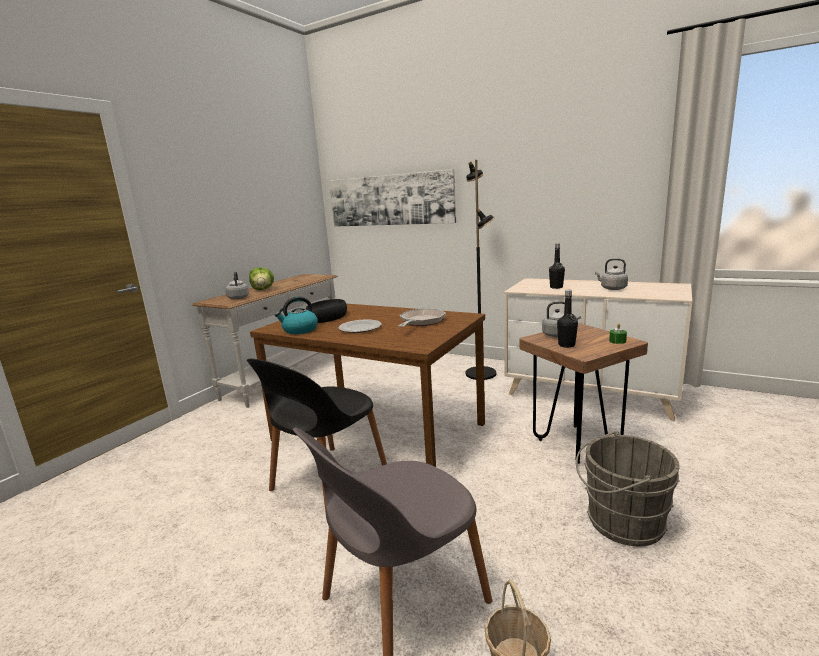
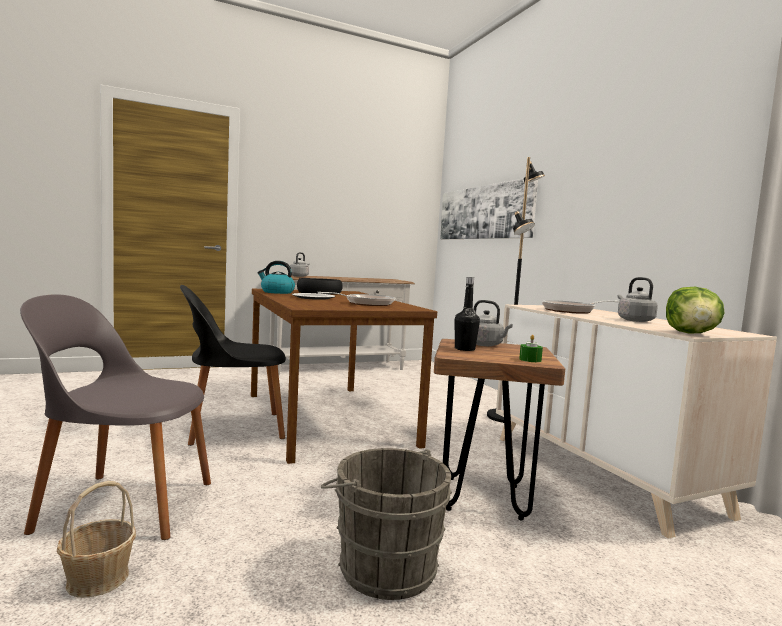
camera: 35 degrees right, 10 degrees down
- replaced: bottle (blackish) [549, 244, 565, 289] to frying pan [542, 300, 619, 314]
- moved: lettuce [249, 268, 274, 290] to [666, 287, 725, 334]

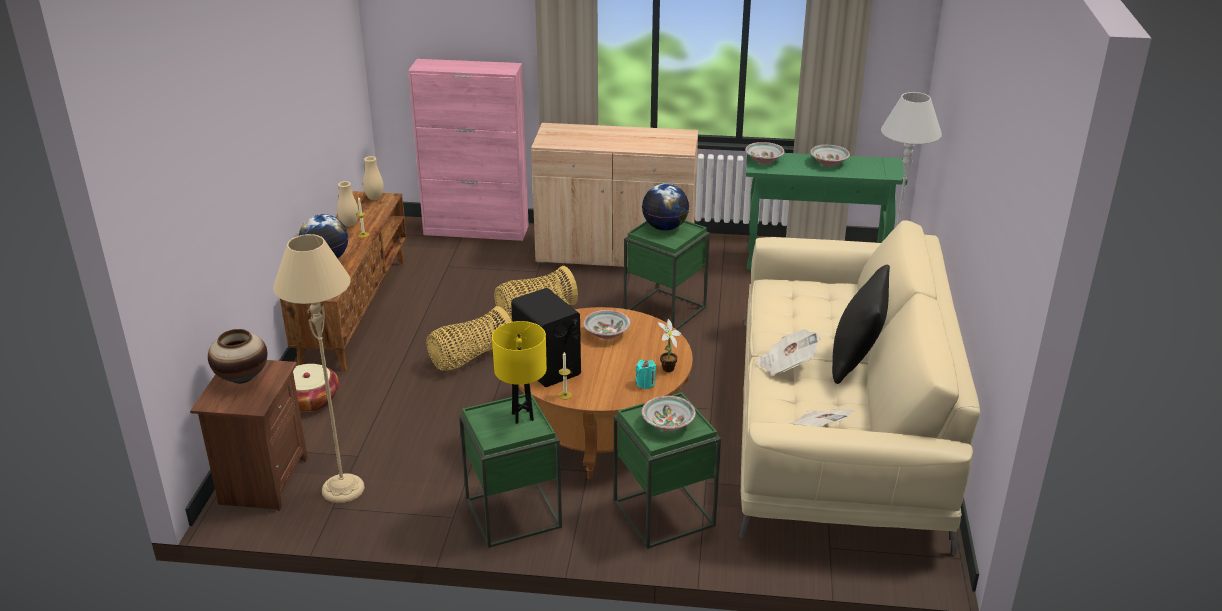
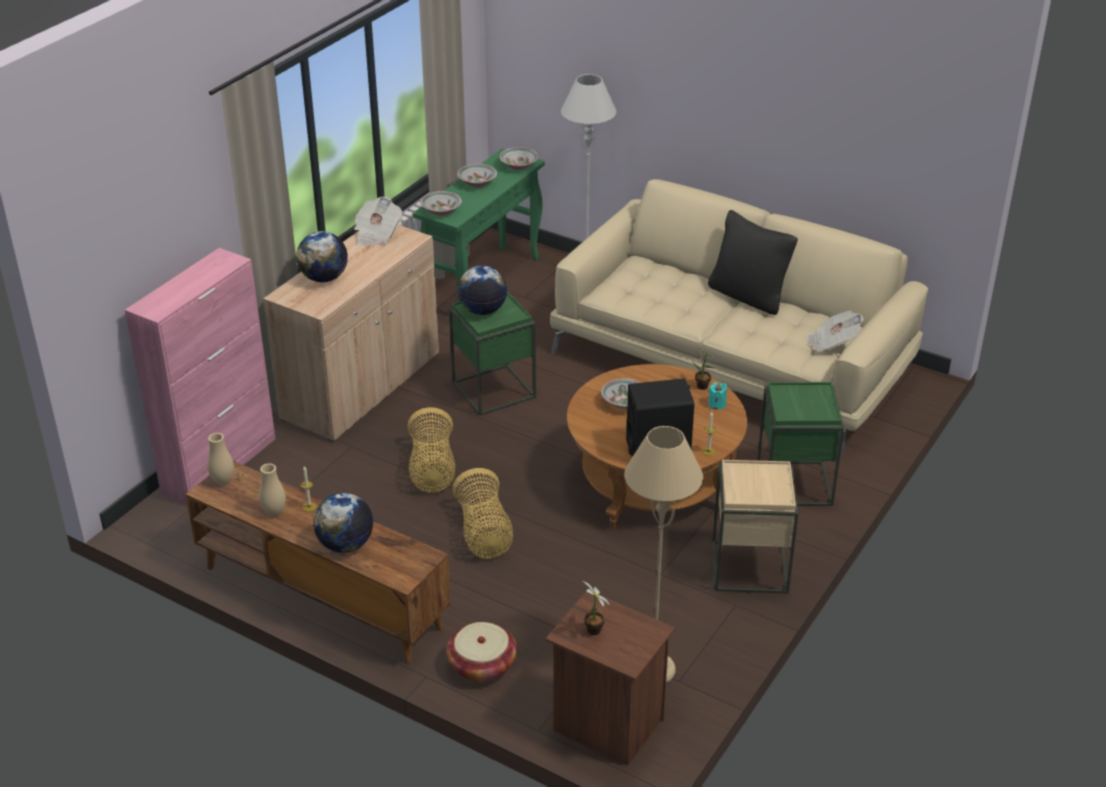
camera: 65 degrees left, 5 degrees up
- added: globe [296, 231, 348, 282]
- moved: daily paper [757, 329, 820, 375] to [354, 197, 403, 246]
- moved: bowl [641, 396, 696, 431] to [500, 147, 539, 170]
- replaced: decorative vase [208, 329, 267, 384] to potted plant [582, 580, 611, 635]
- recoloured: accent table (greenish) [459, 394, 562, 548] to accent table (beige-coloured) [712, 460, 798, 594]
- removed: table lamp (yellow-coloured) [492, 321, 547, 424]

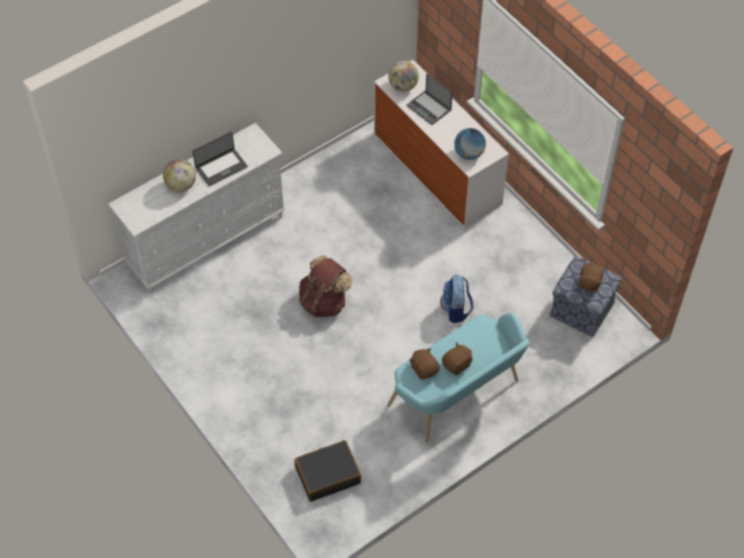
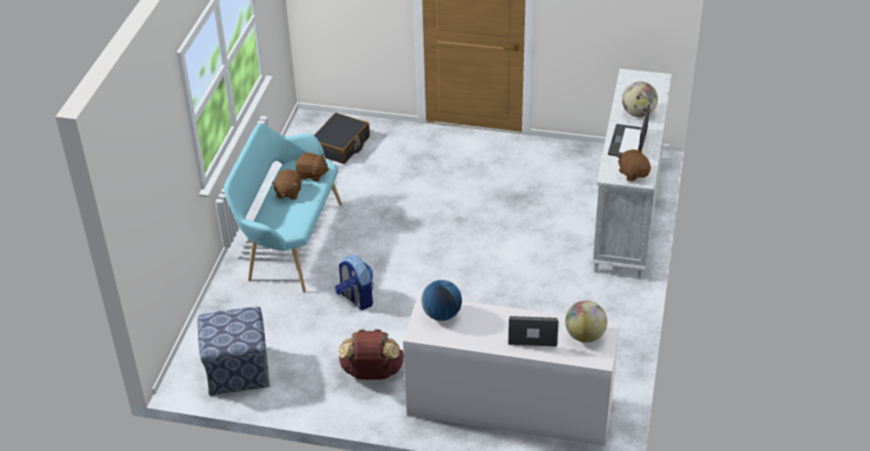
camera: 140 degrees right, 15 degrees down
- moved: backpack (brown) [299, 255, 353, 318] to [339, 329, 404, 380]
- moved: soft toy (brown) [579, 263, 603, 292] to [618, 149, 651, 181]

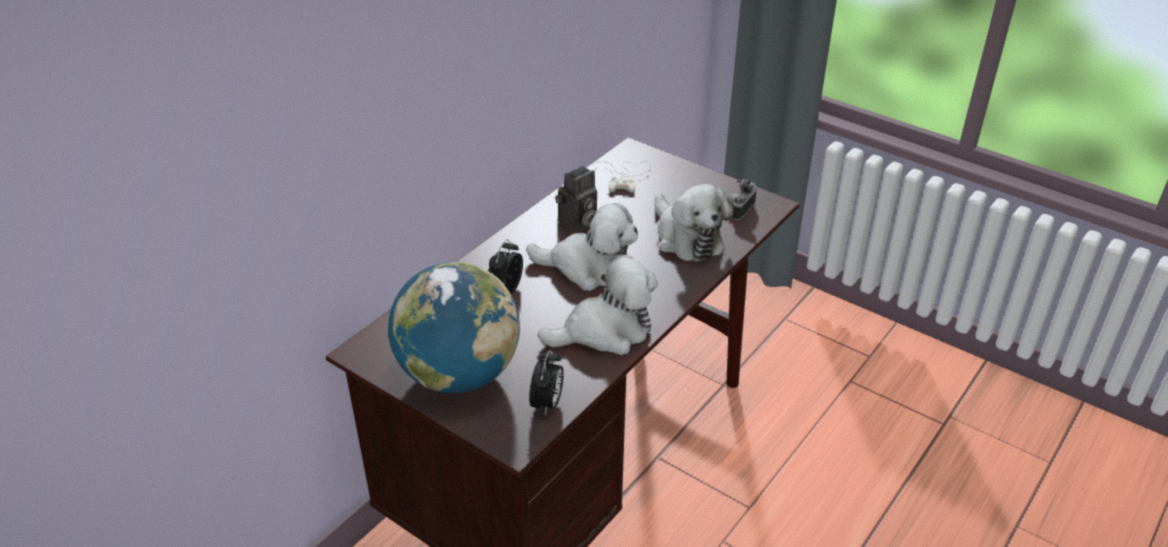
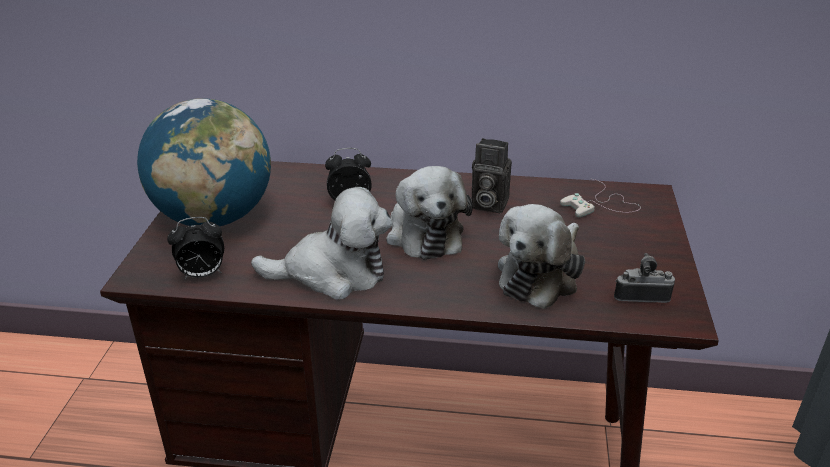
camera: 60 degrees right, 5 degrees down
- turned: soft toy [538, 255, 658, 355] = [251, 187, 392, 300] 45 degrees counterclockwise

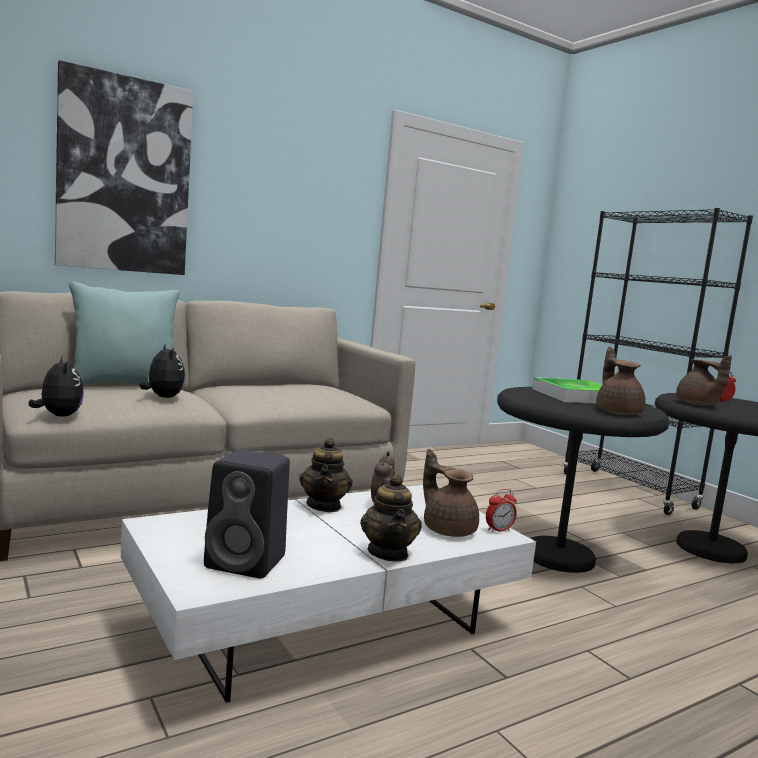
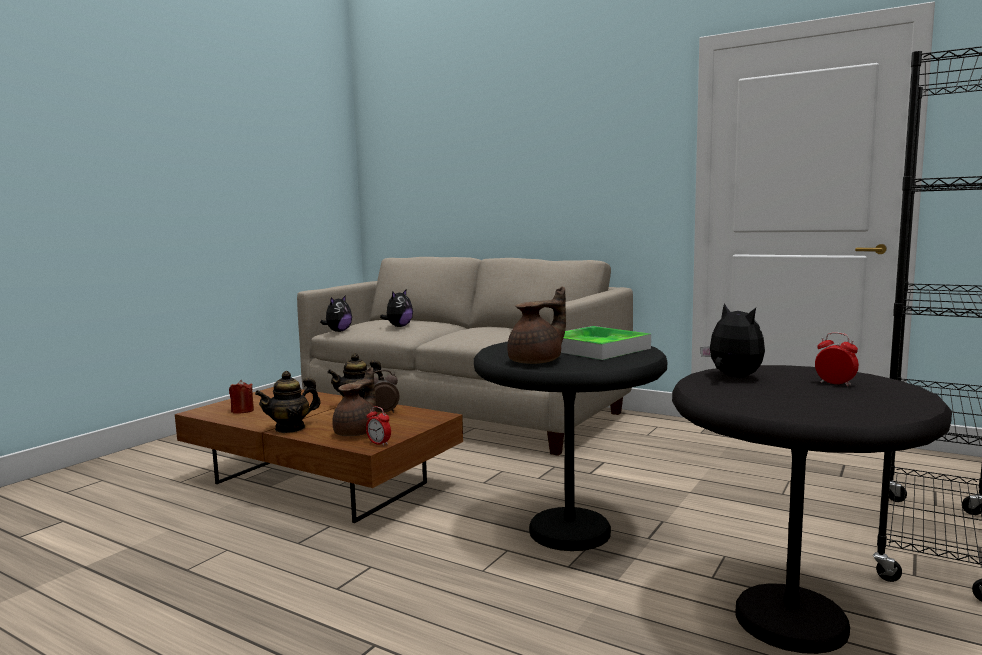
camera: 65 degrees right, 0 degrees up
- recoloured: lounge table (white-coloured) [121, 485, 536, 703] to lounge table (brown) [175, 387, 463, 523]
- replaced: audio speaker (blackish) [204, 450, 290, 578] to wax candle (red-coloured) [229, 380, 254, 413]
- replaced: teapot (brown) [676, 355, 732, 406] to soft toy [700, 303, 765, 377]
- removed: wall art [55, 60, 193, 275]
- removed: throw pillow (turquoise) [69, 281, 180, 385]

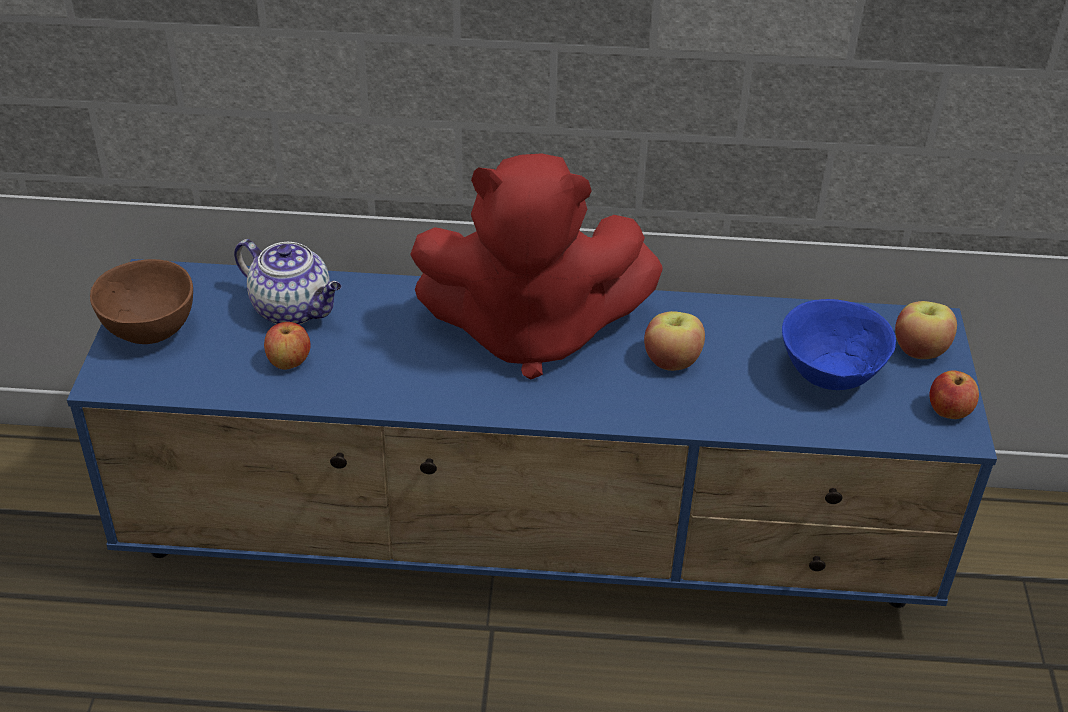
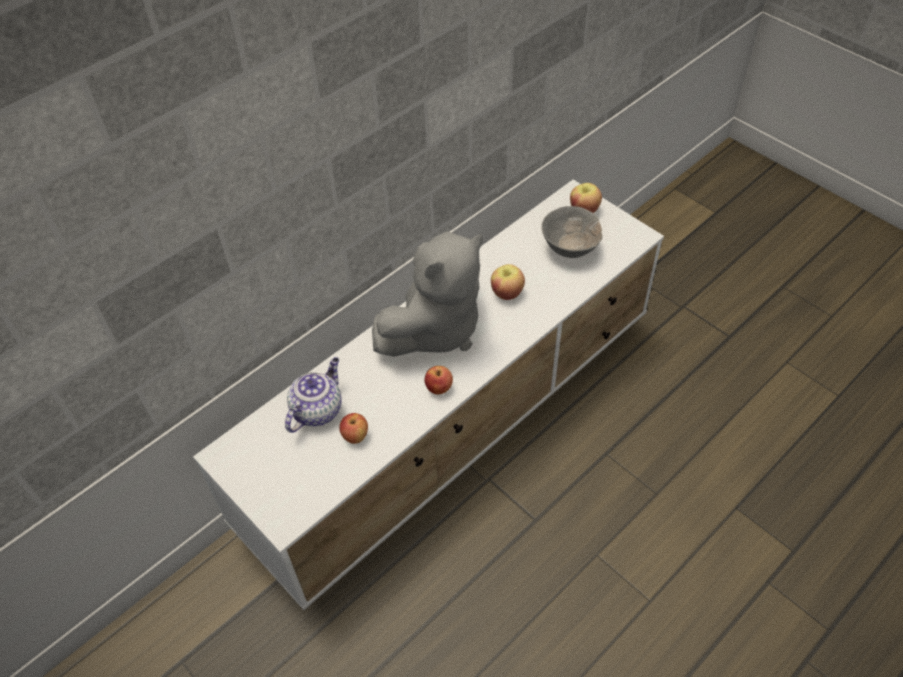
camera: 45 degrees left, 10 degrees up
- recoloured: media console (bluish) [67, 259, 997, 608] to media console (white-coloured) [193, 179, 664, 610]
- turned: teapot [234, 239, 342, 325] = [285, 357, 342, 433] 45 degrees counterclockwise
- recoloured: soft toy (red-coloured) [410, 153, 663, 380] to soft toy (greyish) [372, 232, 483, 357]
- moved: whole apple [929, 370, 979, 419] to [424, 366, 453, 395]
- recoloured: bowl (bluish) [782, 299, 896, 390] to bowl (greyish) [541, 206, 603, 258]
- removed: bowl (brown) [90, 259, 193, 344]

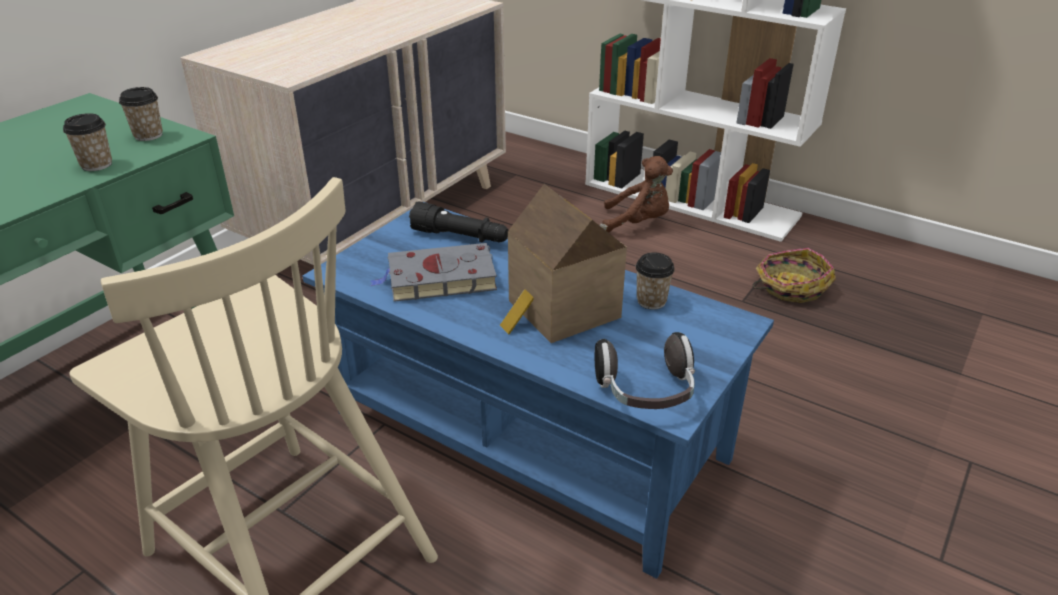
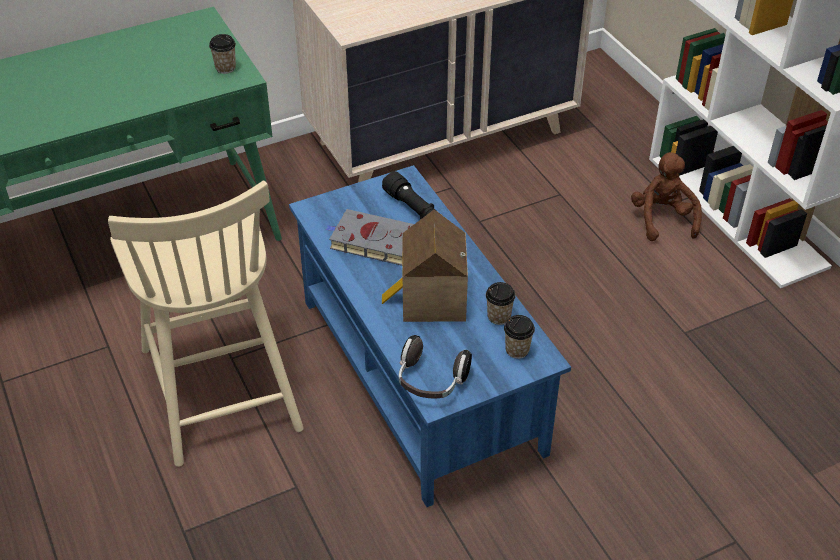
camera: 30 degrees right, 10 degrees up
- moved: small cup [63, 113, 112, 171] to [504, 315, 535, 359]
- turned: soft toy (brown) [602, 156, 673, 232] = [631, 152, 702, 241] 135 degrees counterclockwise
- removed: household basket [752, 248, 836, 303]

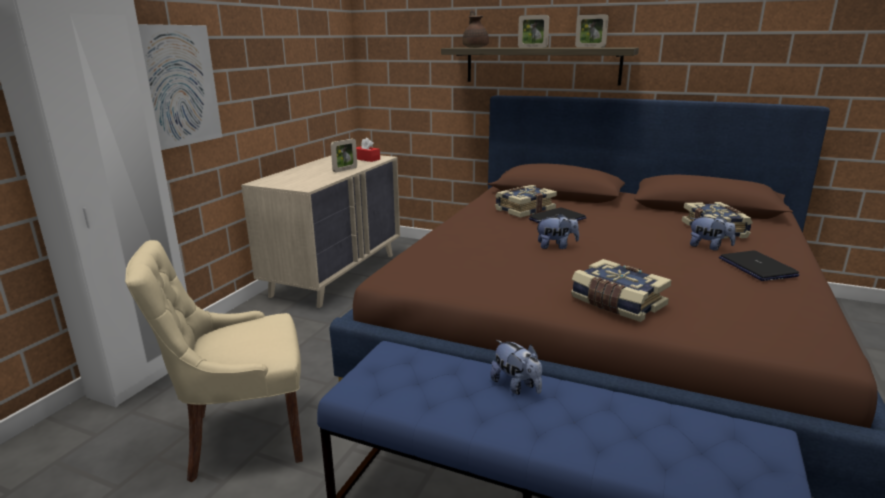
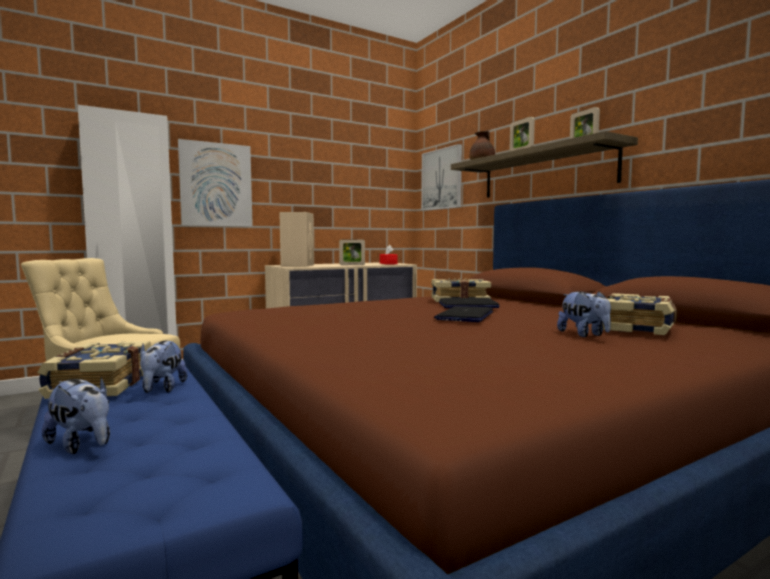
camera: 35 degrees right, 15 degrees down
- moved: volume [571, 259, 672, 322] to [37, 341, 151, 399]
- moved: soft toy [536, 213, 579, 249] to [42, 376, 110, 454]
- added: audio speaker (beige-coloured) [279, 212, 314, 267]
- added: wall art [421, 144, 462, 211]
- moved: notebook computer [719, 251, 799, 281] to [434, 306, 493, 322]

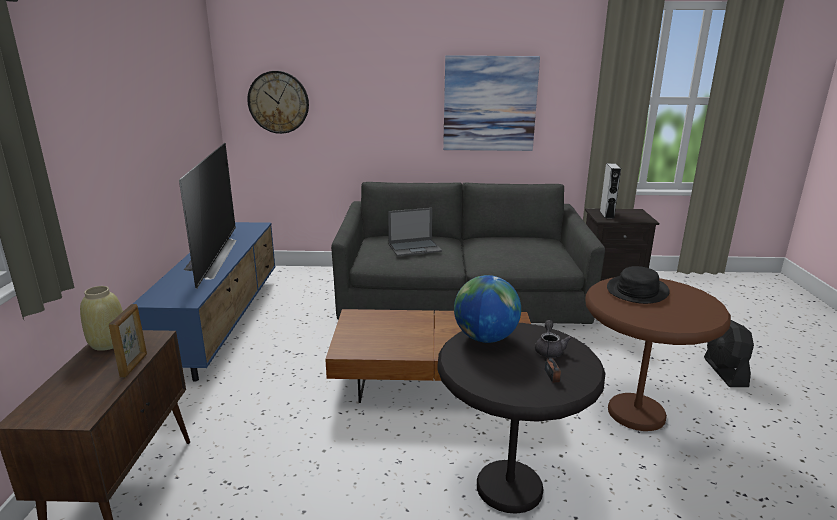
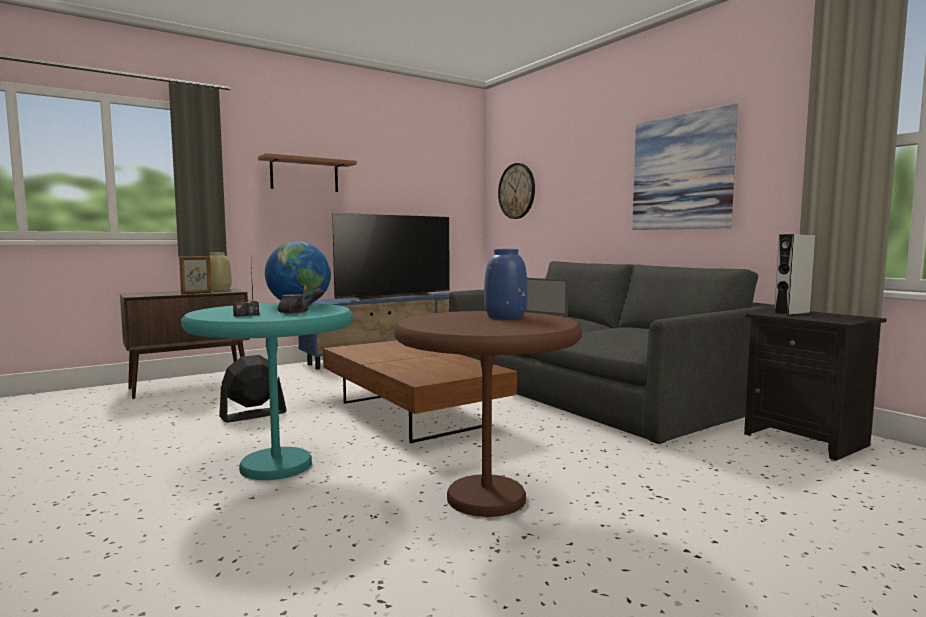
camera: 55 degrees right, 15 degrees down
- recoloured: accent table (blackish) [437, 323, 605, 514] to accent table (turquoise) [181, 303, 353, 480]
- moved: cooling fan (blackish) [704, 320, 754, 387] to [219, 355, 286, 423]
- added: wall shelf [258, 153, 357, 192]
- replaced: clothing hat (blackish) [607, 266, 670, 304] to decorative vase (bluish) [484, 249, 528, 319]

